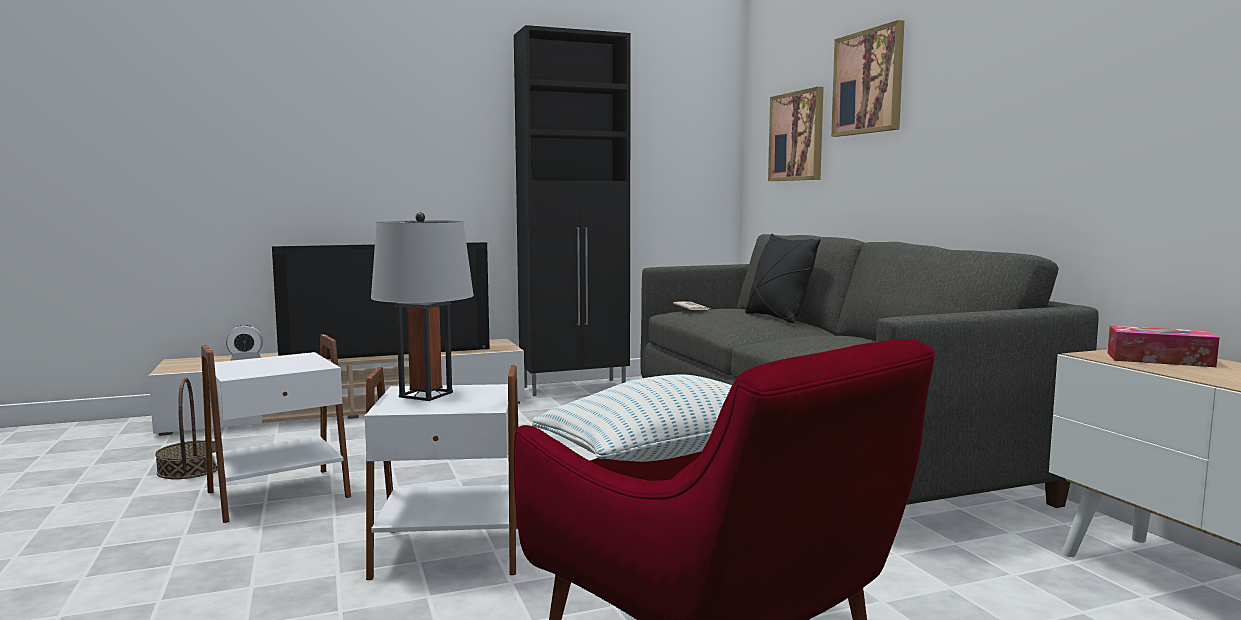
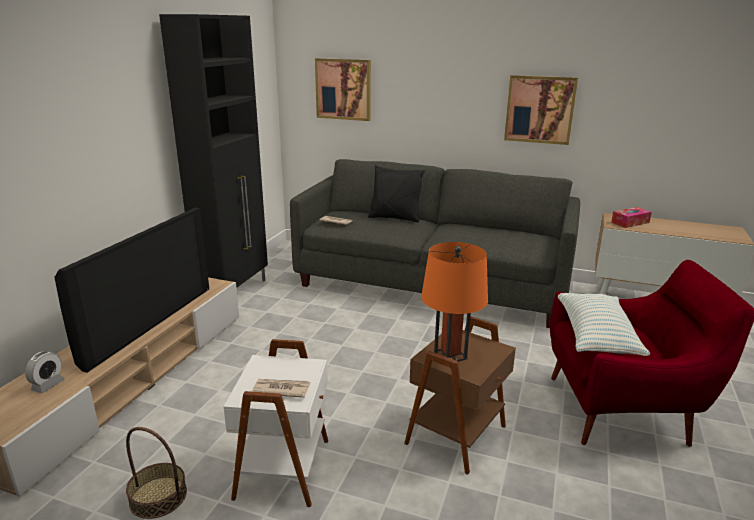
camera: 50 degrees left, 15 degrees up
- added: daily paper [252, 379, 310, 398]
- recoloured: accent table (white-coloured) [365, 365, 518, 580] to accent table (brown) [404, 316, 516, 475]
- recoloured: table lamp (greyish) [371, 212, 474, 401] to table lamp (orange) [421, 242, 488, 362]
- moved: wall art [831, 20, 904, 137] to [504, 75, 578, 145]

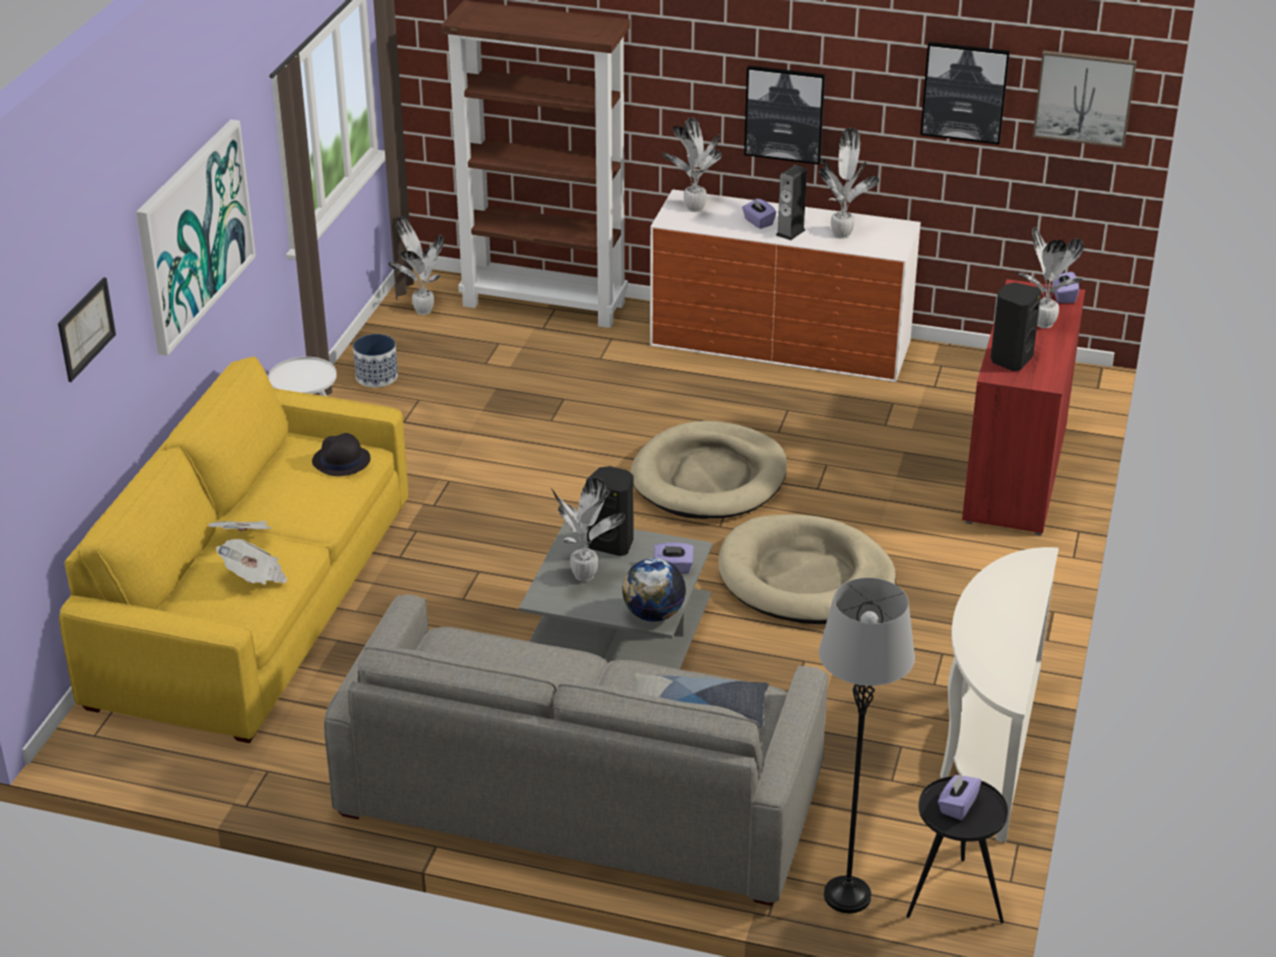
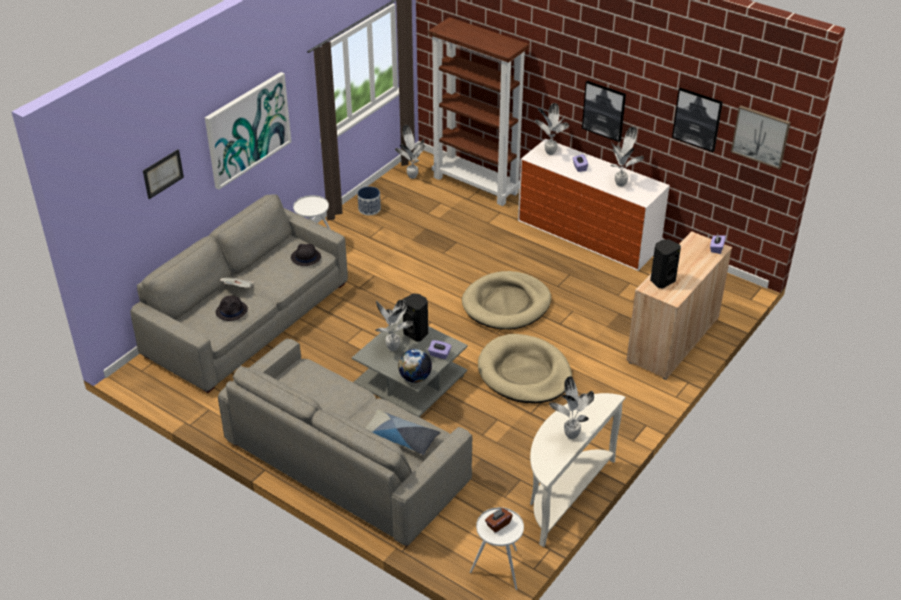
camera: 20 degrees right, 5 degrees up
- recoloured: sofa (yellow-coloured) [59, 356, 408, 743] to sofa (greyish) [130, 194, 348, 393]
- replaced: daily paper [216, 539, 287, 585] to clothing hat (blackish) [216, 295, 248, 321]
- recoloured: accent table (blackish) [906, 776, 1008, 923] to accent table (white-coloured) [470, 507, 524, 590]
- recoloured: tissue holder (purple) [938, 773, 981, 820] to tissue holder (brown) [485, 508, 513, 533]
- moved: potted plant [1015, 227, 1084, 328] to [549, 376, 594, 439]
- recoloured: cabinet (red-coloured) [962, 279, 1085, 535] to cabinet (beige-coloured) [626, 231, 732, 380]
- removed: audio speaker [776, 165, 807, 240]
- removed: standing lamp (greyish) [819, 578, 915, 914]

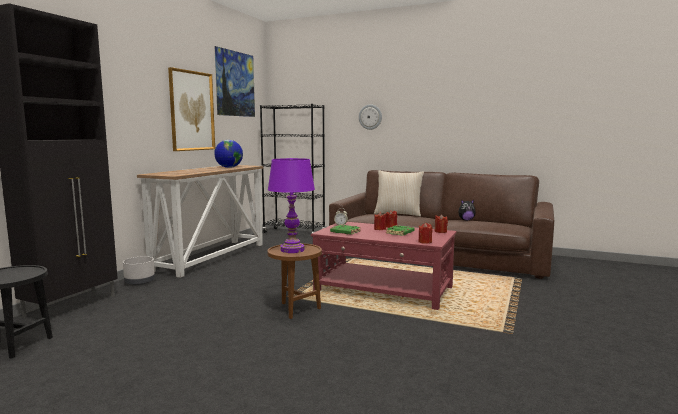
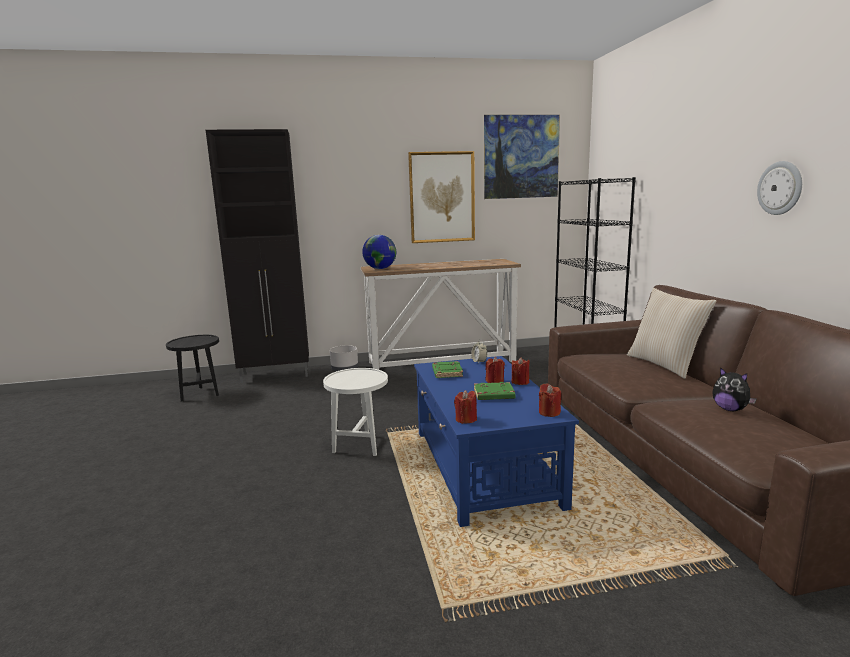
camera: 55 degrees right, 5 degrees up
- recoloured: accent table (brown) [267, 243, 322, 319] to accent table (white-coloured) [323, 368, 388, 456]
- moved: globe [214, 140, 243, 168] to [362, 235, 396, 269]
- recoloured: lounge table (red-coloured) [311, 222, 457, 310] to lounge table (bluish) [414, 356, 579, 527]
- moved: hanging clock [359, 104, 382, 130] to [757, 161, 802, 215]
- removed: table lamp (purple) [268, 158, 315, 253]

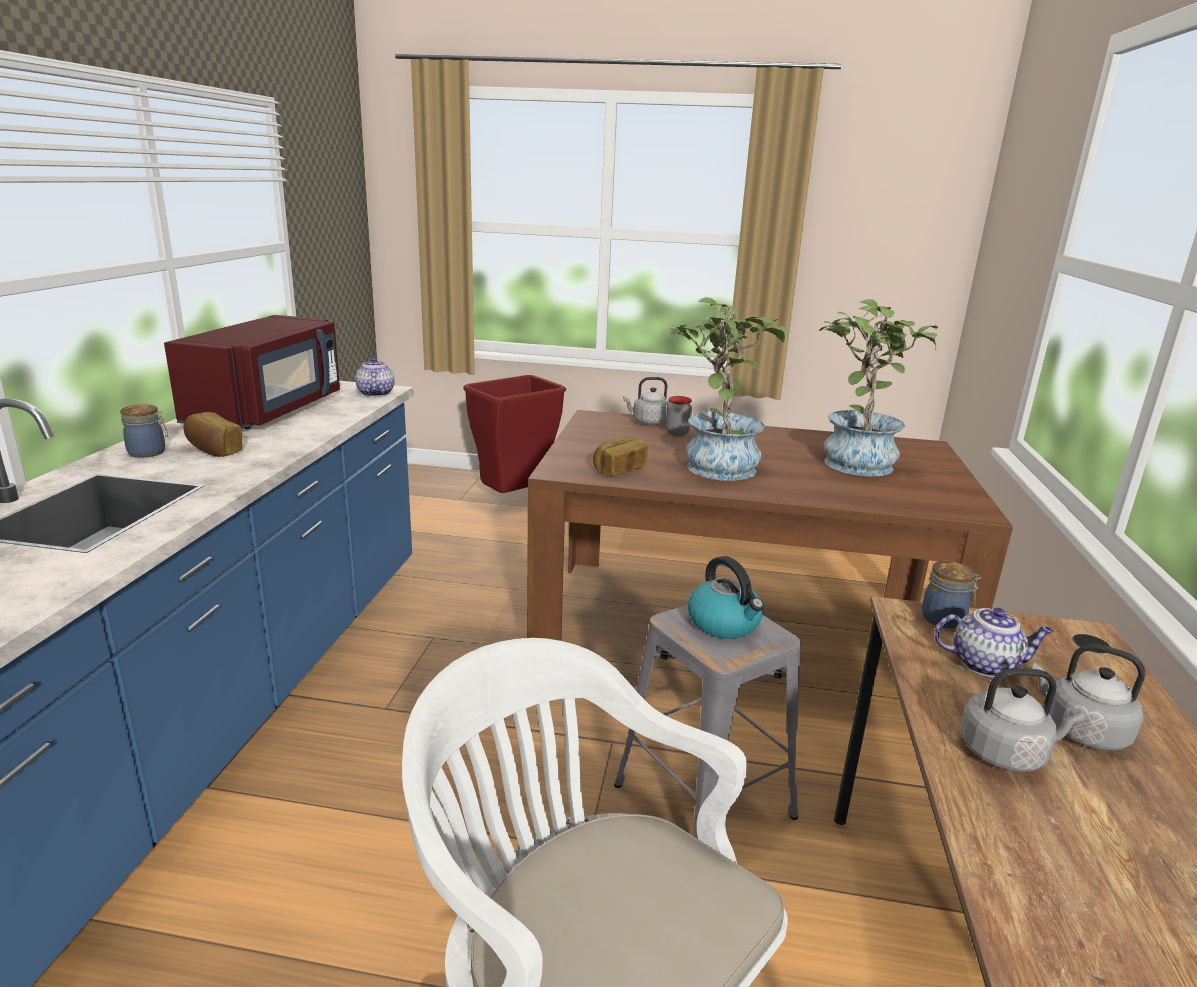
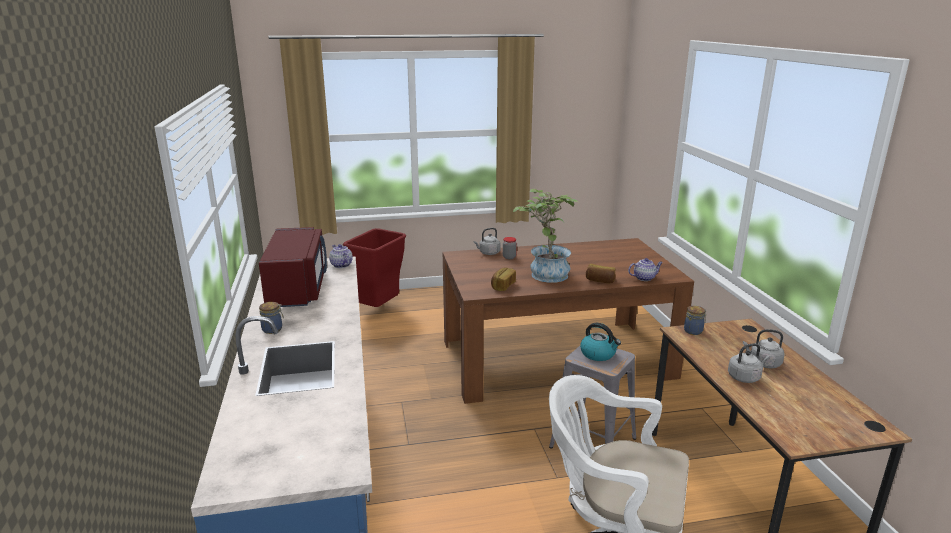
camera: 20 degrees left, 0 degrees up
- moved: baked bread [183, 412, 243, 457] to [586, 264, 616, 283]
- moved: teapot [934, 608, 1054, 677] to [628, 258, 663, 281]
- removed: potted plant [819, 299, 938, 477]

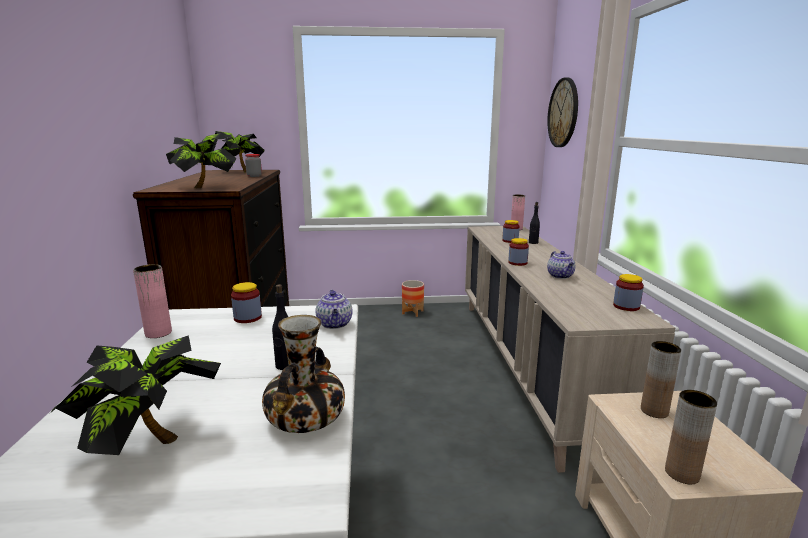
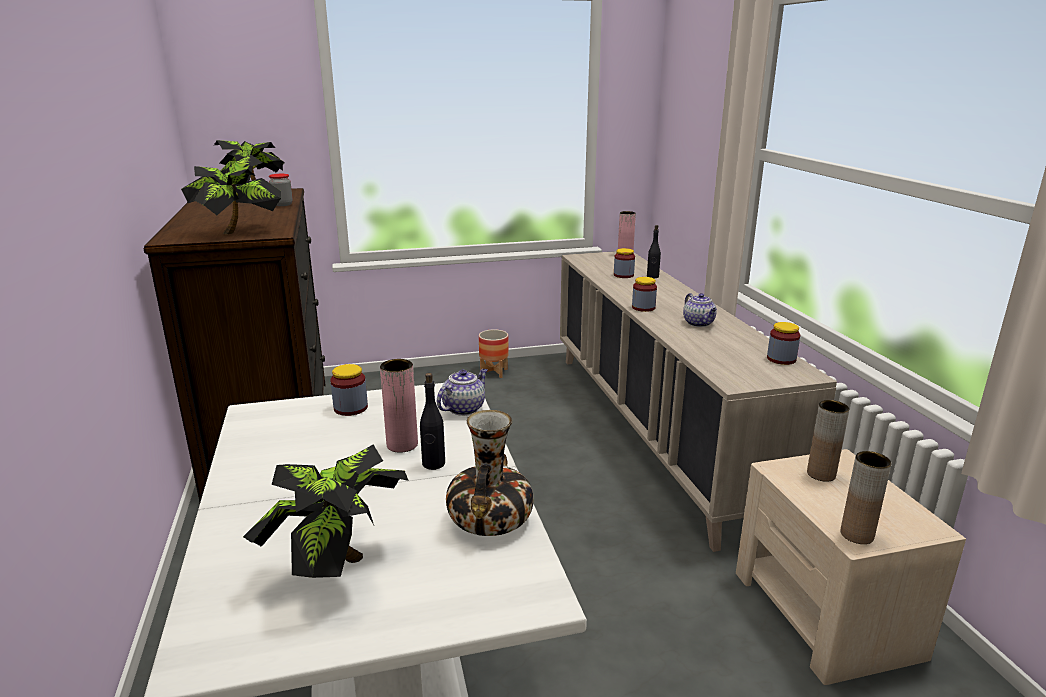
camera: 10 degrees left, 5 degrees up
- moved: decorative vase (pink-coloured) [133, 264, 172, 338] to [380, 359, 418, 453]
- turned: teapot [315, 290, 353, 329] = [437, 369, 487, 416] 120 degrees counterclockwise
- removed: hanging clock [547, 78, 578, 147]

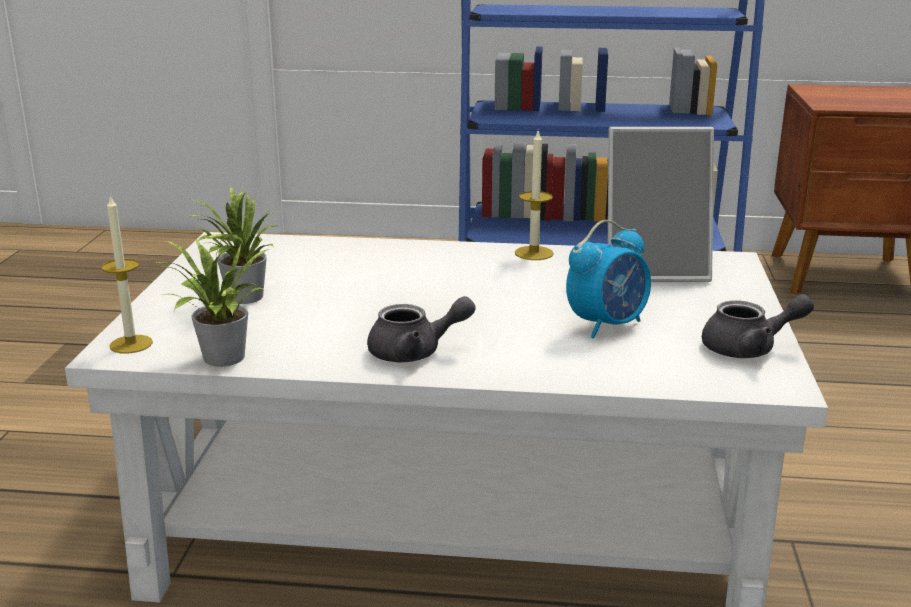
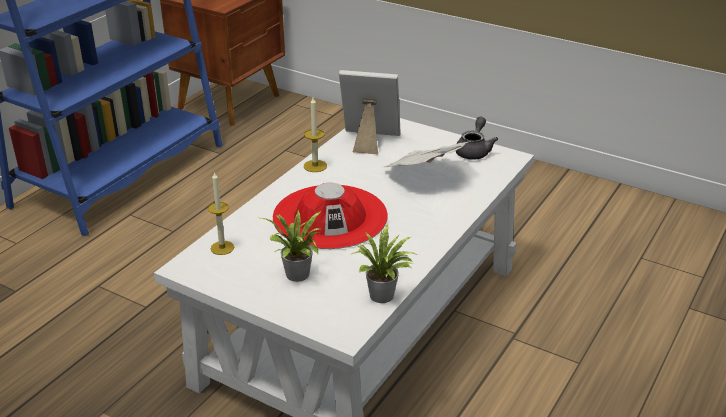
camera: 65 degrees left, 10 degrees up
- moved: wax candle [101, 194, 153, 354] to [208, 172, 234, 255]
- added: clothing hat (red-coloured) [273, 183, 388, 249]
- turned: photo frame [608, 127, 714, 282] = [339, 70, 401, 155] 105 degrees counterclockwise
- replaced: table clock [566, 220, 651, 339] to daily paper [384, 141, 471, 167]
- removed: teapot (greyish) [367, 296, 476, 362]

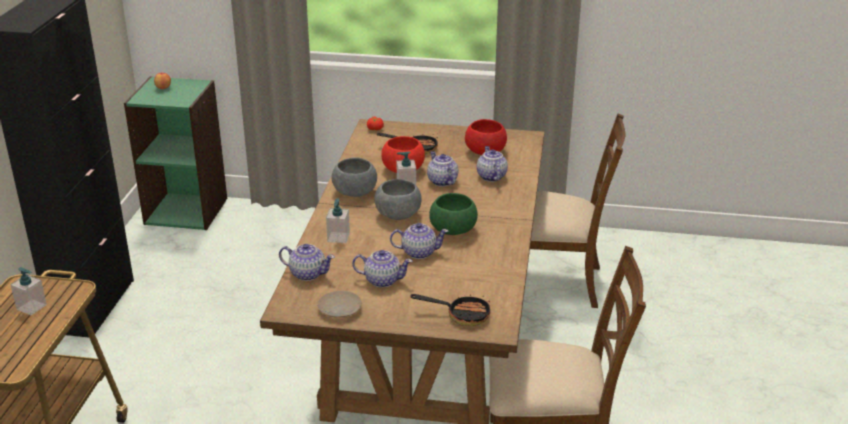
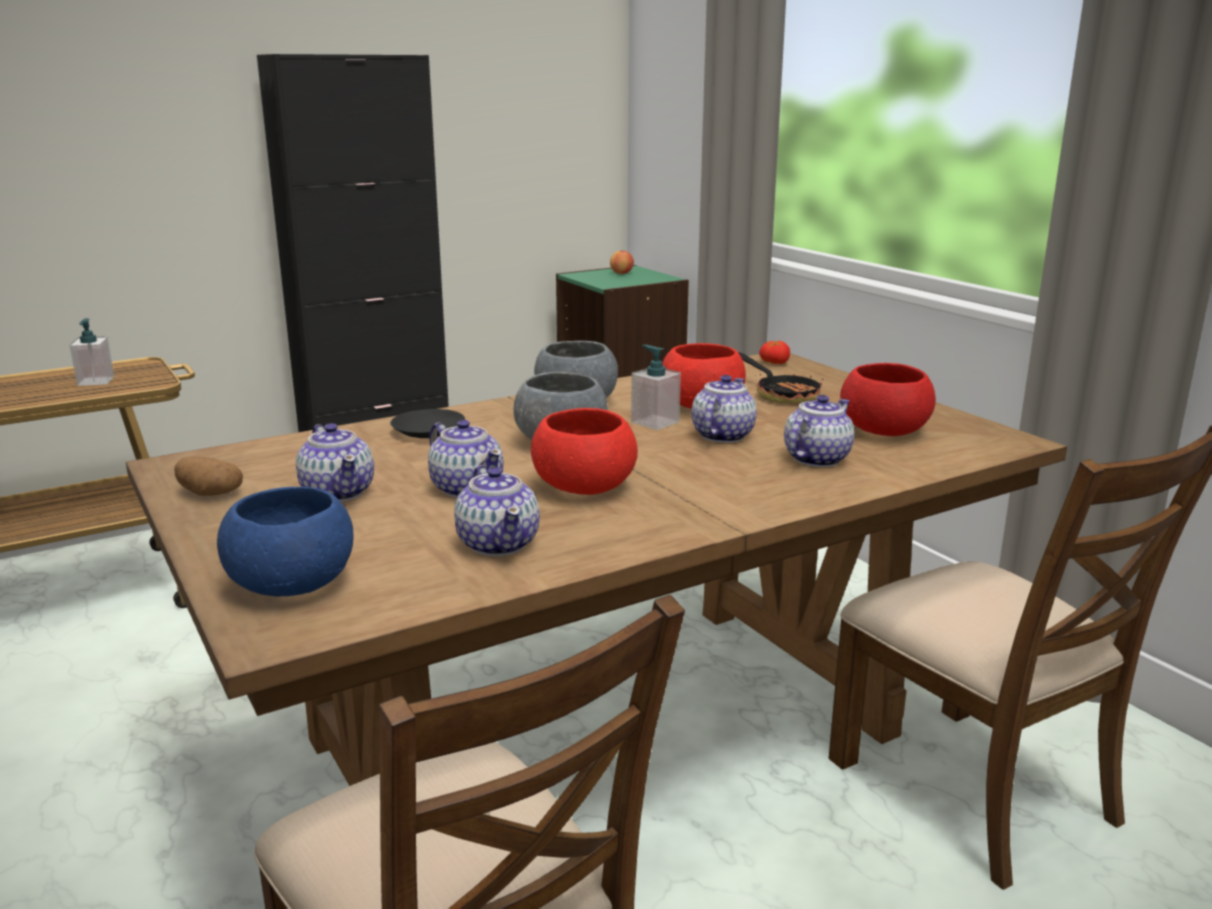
camera: 50 degrees right, 10 degrees down
- replaced: plate (beige-coloured) [318, 291, 362, 318] to spud [174, 457, 243, 496]
- replaced: frying pan [410, 294, 490, 326] to bowl (bluish) [217, 487, 354, 596]
- replaced: liquid soap bottle [326, 199, 350, 243] to plate (blackish) [390, 409, 465, 438]
- moved: teapot [279, 244, 335, 281] to [454, 465, 540, 556]
- recoloured: bowl (greenish) [429, 193, 478, 235] to bowl (red-coloured) [531, 408, 638, 495]

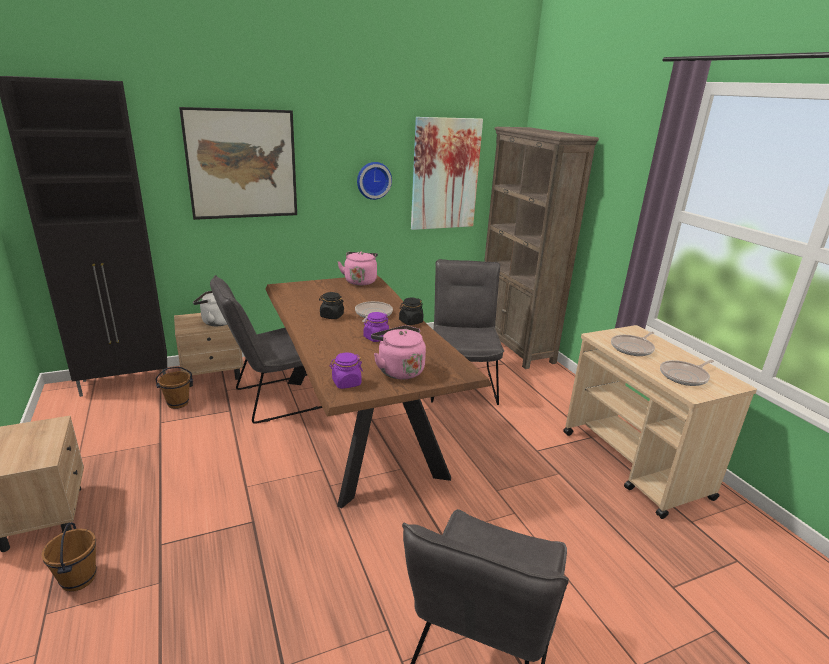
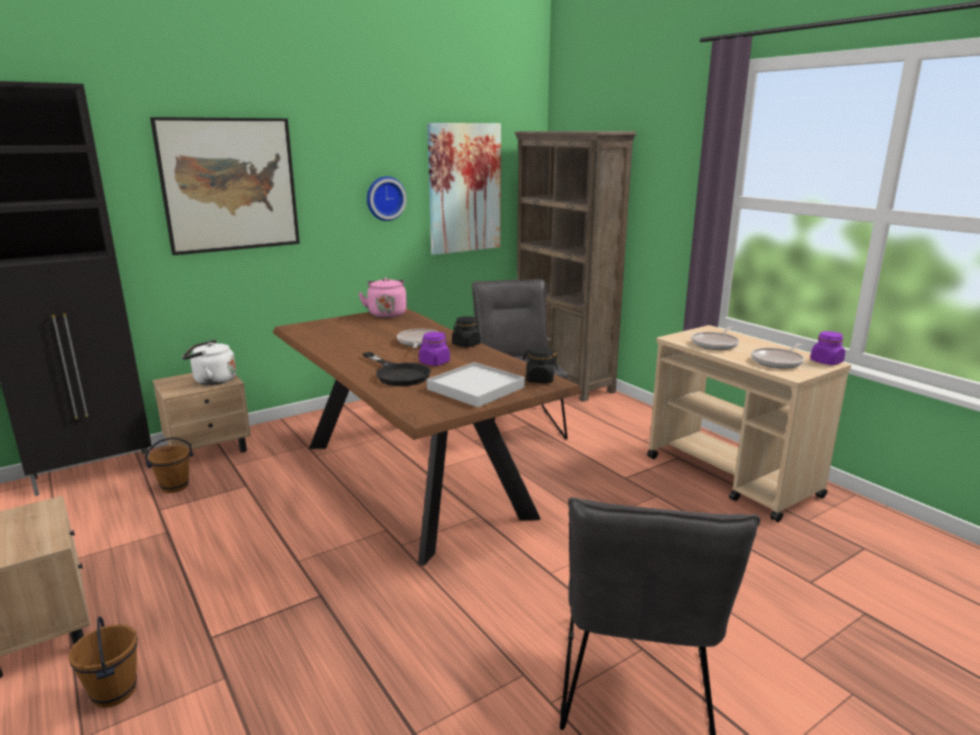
camera: 10 degrees left, 5 degrees down
- added: frying pan (blackish) [363, 352, 431, 386]
- replaced: water kettle (pink-coloured) [371, 325, 426, 379] to tray (white-coloured) [427, 362, 525, 407]
- moved: jar (blackish) [319, 292, 344, 319] to [523, 347, 558, 383]
- moved: jar (purple) [329, 352, 363, 389] to [810, 331, 845, 365]
- removed: upright chair (greyish) [210, 275, 322, 424]

